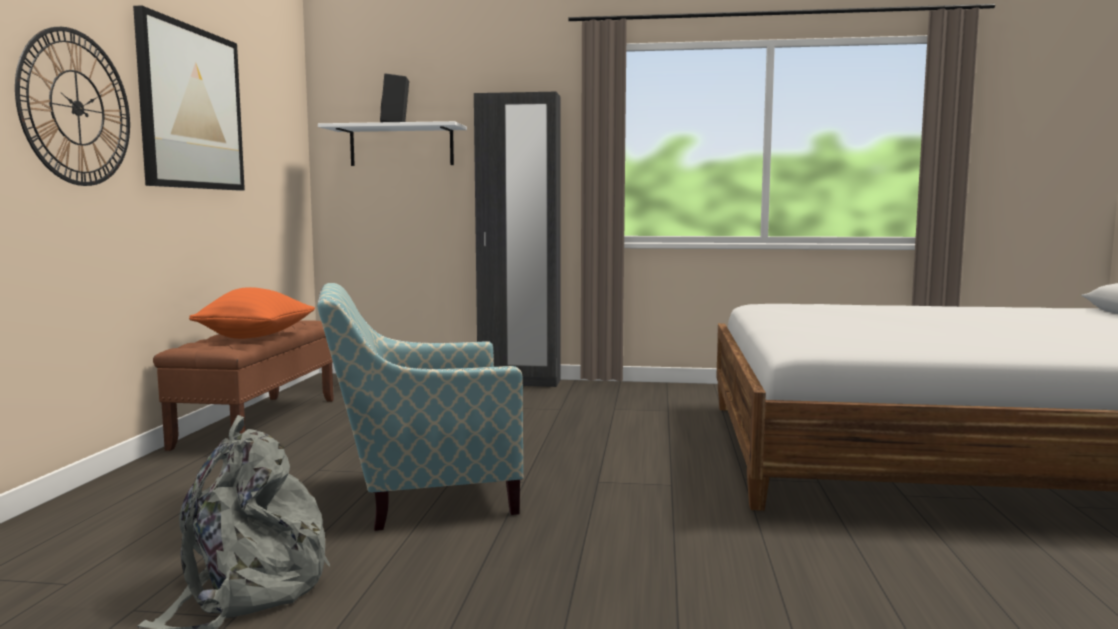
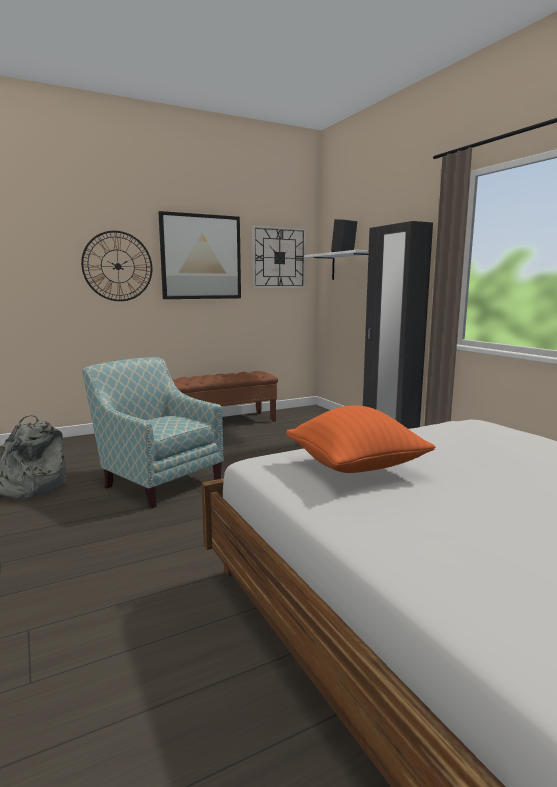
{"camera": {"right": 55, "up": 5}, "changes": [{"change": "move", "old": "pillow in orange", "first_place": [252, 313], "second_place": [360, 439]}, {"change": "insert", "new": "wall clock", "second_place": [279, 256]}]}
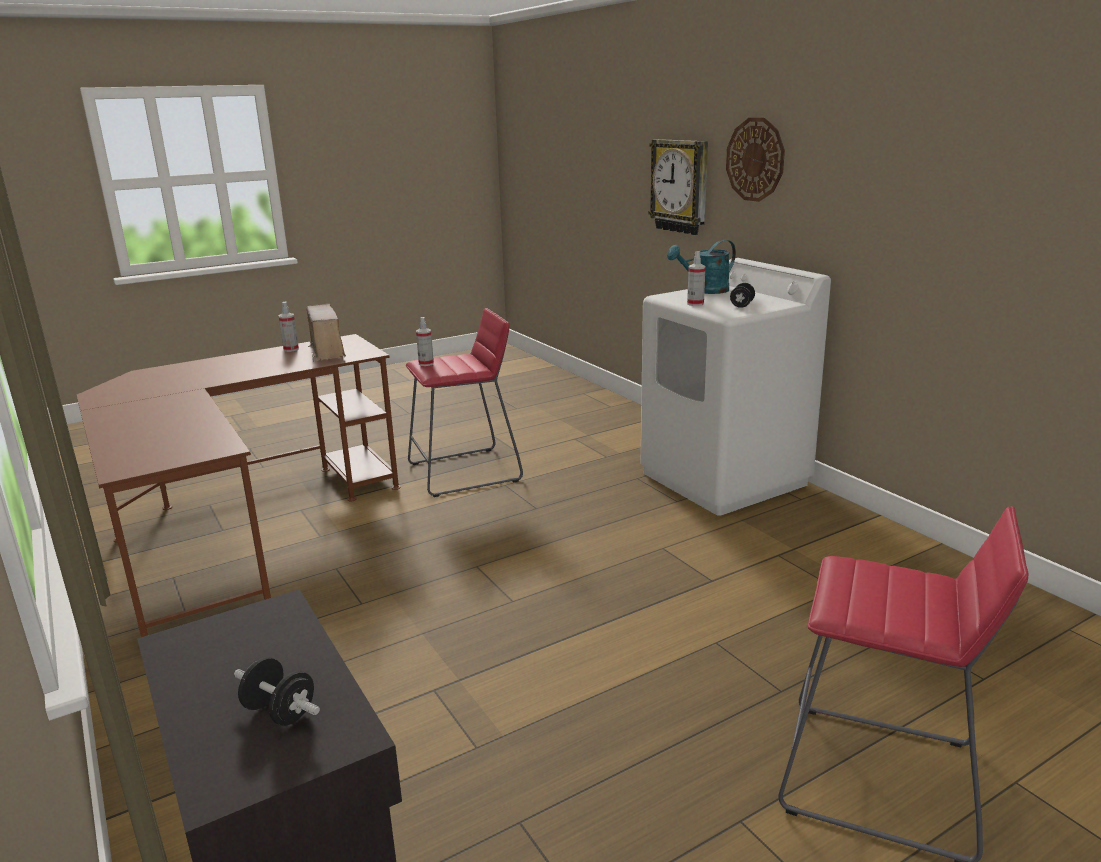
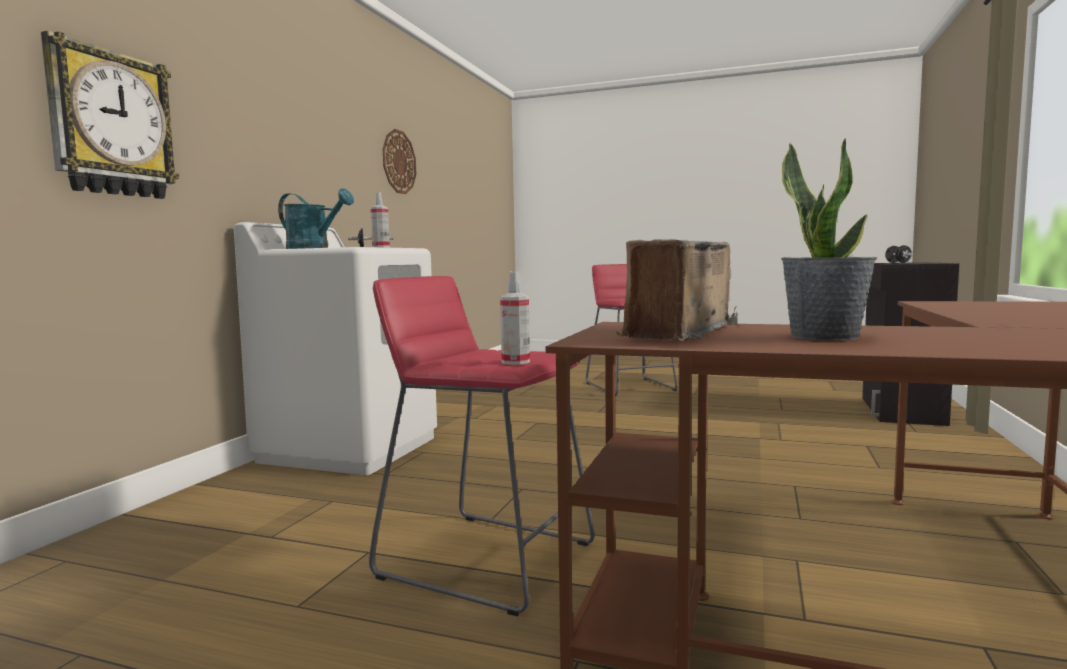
{"camera": {"right": -130, "up": -15}, "changes": [{"change": "delete", "old": "spray bottle", "first_place": [288, 326]}, {"change": "move", "old": "wall clock", "first_place": [755, 160], "second_place": [399, 161]}, {"change": "insert", "new": "potted plant", "second_place": [829, 239]}]}
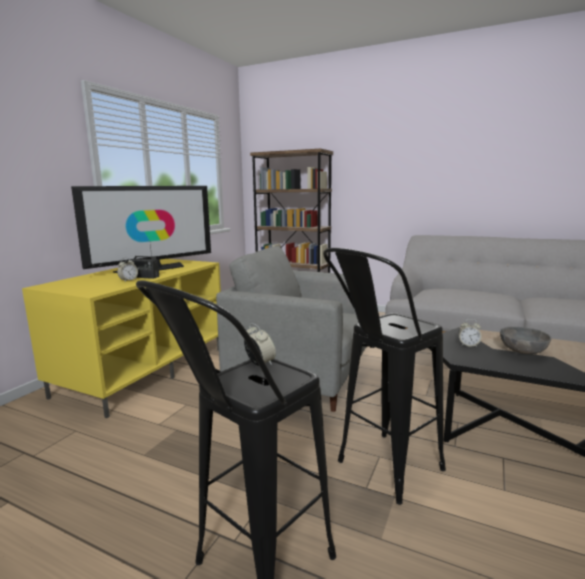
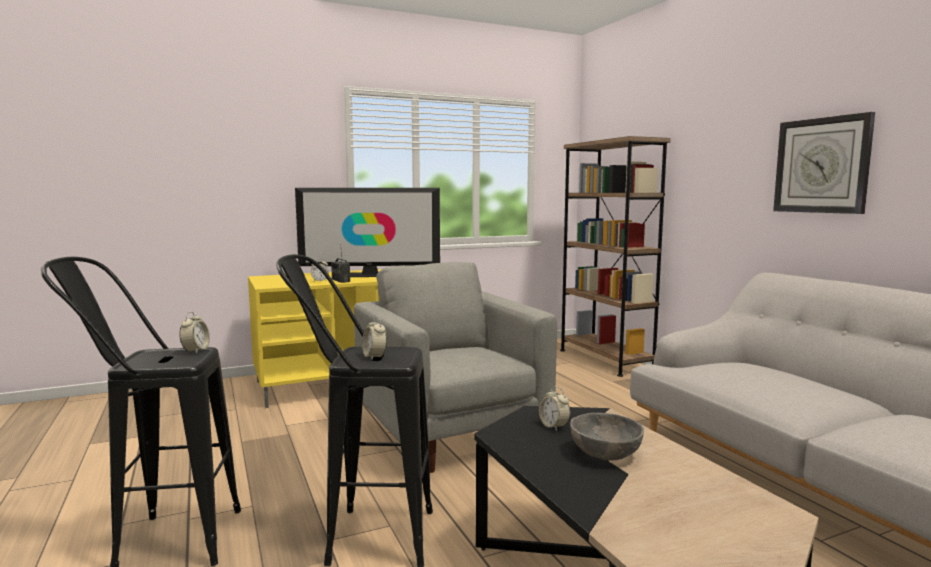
{"camera": {"right": 40, "up": -5}, "changes": [{"change": "insert", "new": "alarm clock", "second_place": [374, 338]}, {"change": "insert", "new": "wall clock", "second_place": [824, 163]}]}
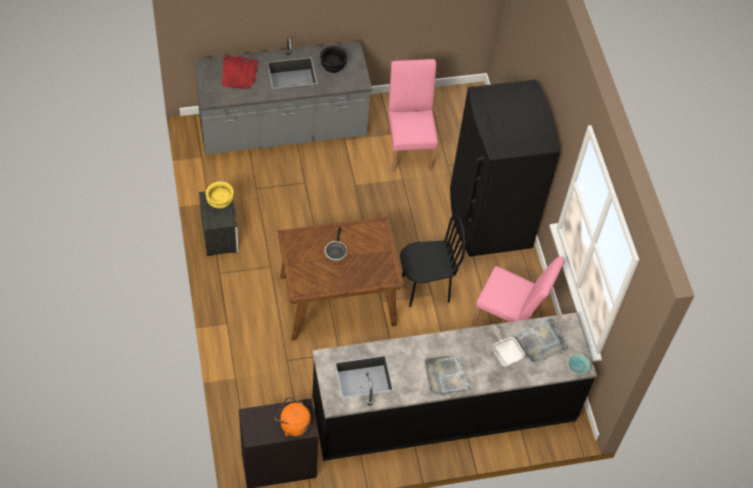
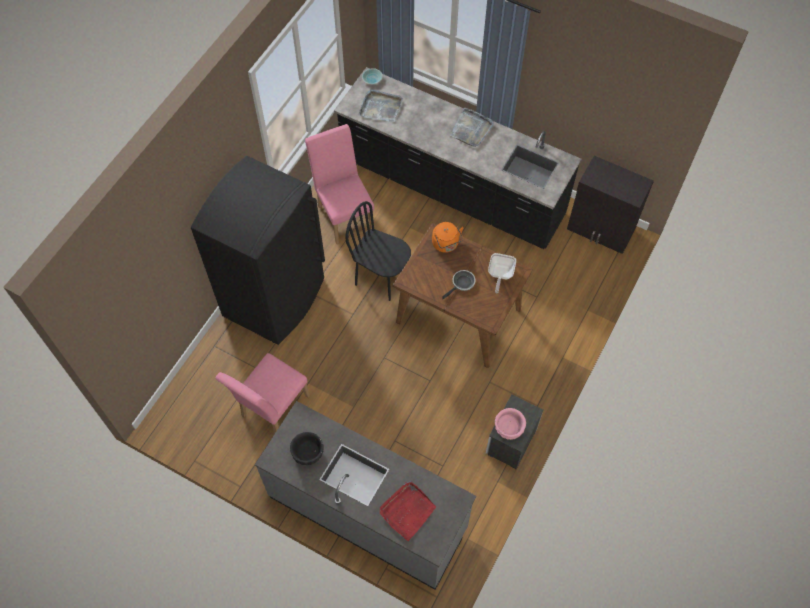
{"camera": {"right": -135, "up": 5}, "changes": [{"change": "recolor", "old": "bowl in yellow", "new": "bowl in pink", "first_place": [220, 195], "second_place": [510, 424]}, {"change": "move", "old": "kettle in orange", "first_place": [293, 416], "second_place": [448, 237]}, {"change": "move", "old": "frying pan", "first_place": [508, 346], "second_place": [502, 273]}]}
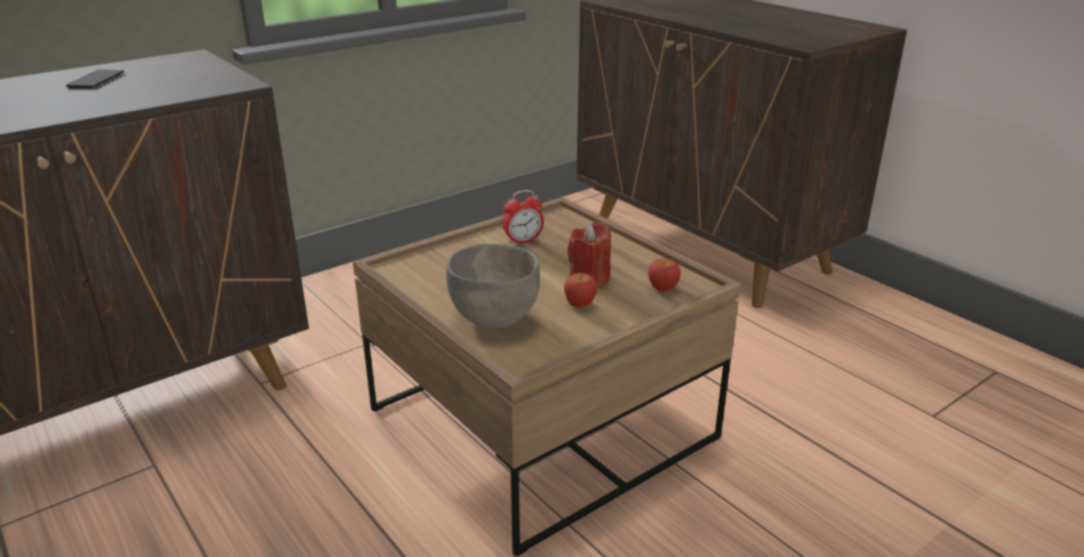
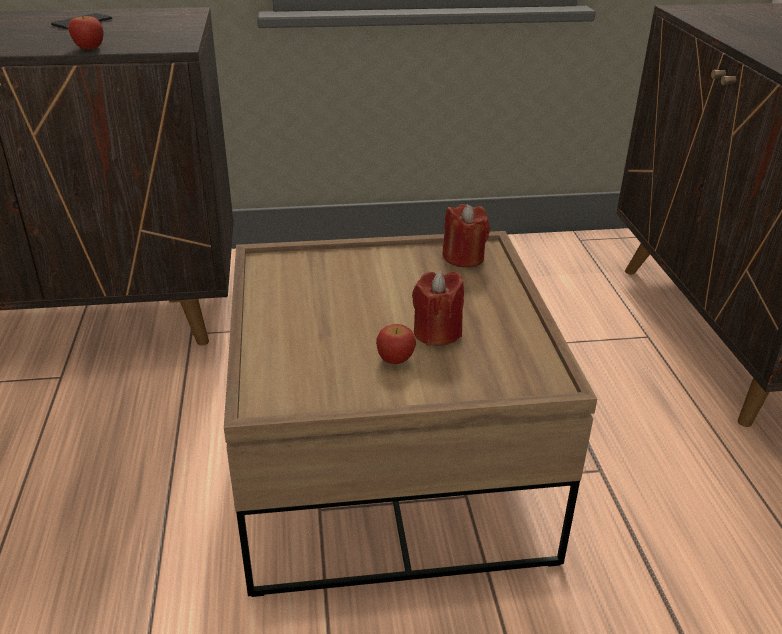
{"camera": {"right": 30, "up": 5}, "changes": [{"change": "delete", "old": "bowl in grey", "first_place": [493, 286]}, {"change": "delete", "old": "alarm clock", "first_place": [523, 217]}, {"change": "move", "old": "apple", "first_place": [664, 275], "second_place": [85, 32]}, {"change": "insert", "new": "candle in red", "second_place": [466, 236]}]}
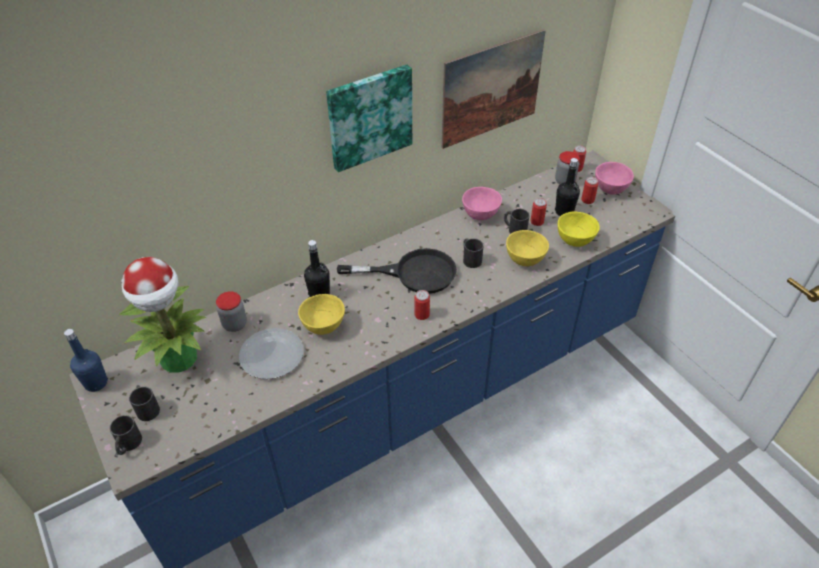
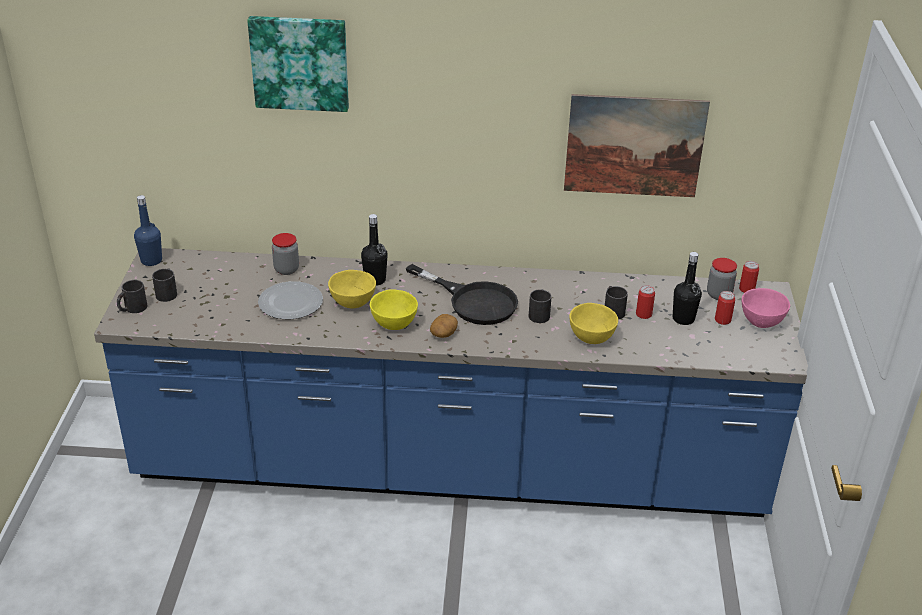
{"camera": {"right": 35, "up": -10}, "changes": [{"change": "delete", "old": "potted plant", "first_place": [162, 315]}, {"change": "move", "old": "picture", "first_place": [369, 118], "second_place": [298, 64]}, {"change": "replace", "old": "can", "new": "potato", "first_place": [422, 305], "second_place": [444, 326]}, {"change": "delete", "old": "bowl in pink", "first_place": [482, 203]}, {"change": "move", "old": "bowl in yellow", "first_place": [579, 229], "second_place": [394, 309]}]}
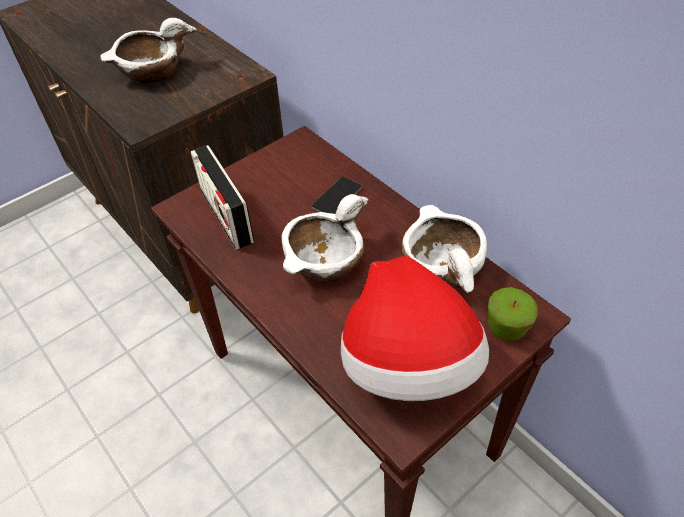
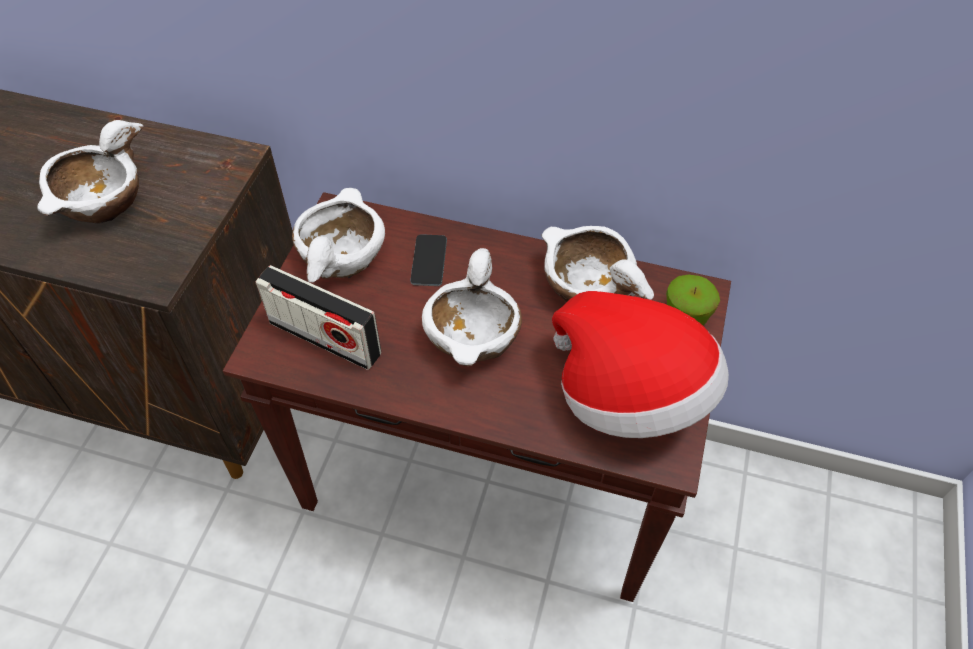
{"camera": {"right": -35, "up": 5}, "changes": [{"change": "insert", "new": "bowl in white", "second_place": [338, 235]}]}
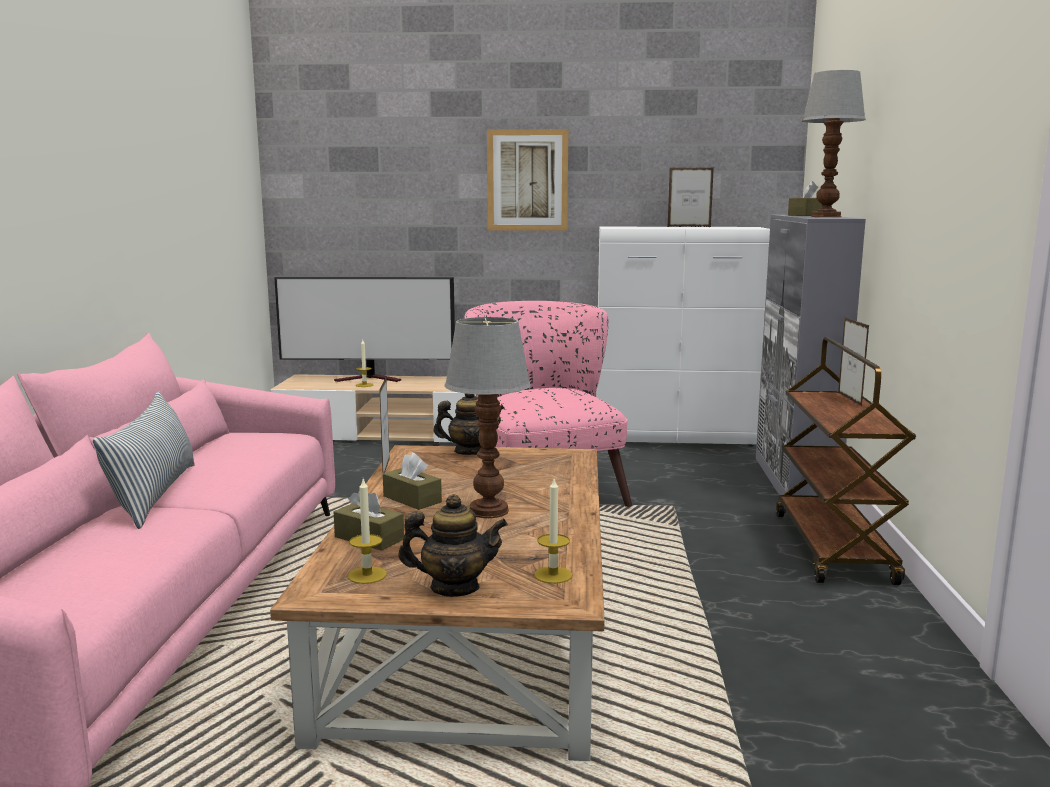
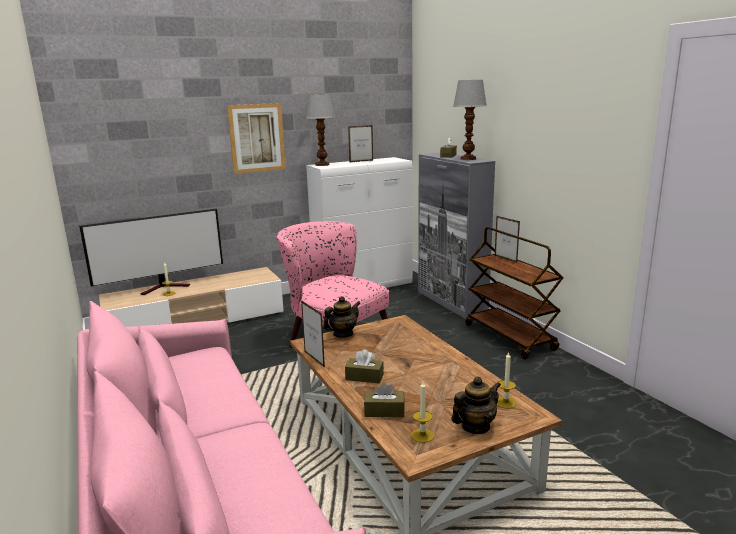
{"camera": {"right": -30, "up": 5}, "changes": [{"change": "delete", "old": "pillow", "first_place": [144, 460]}, {"change": "move", "old": "table lamp", "first_place": [488, 417], "second_place": [320, 130]}]}
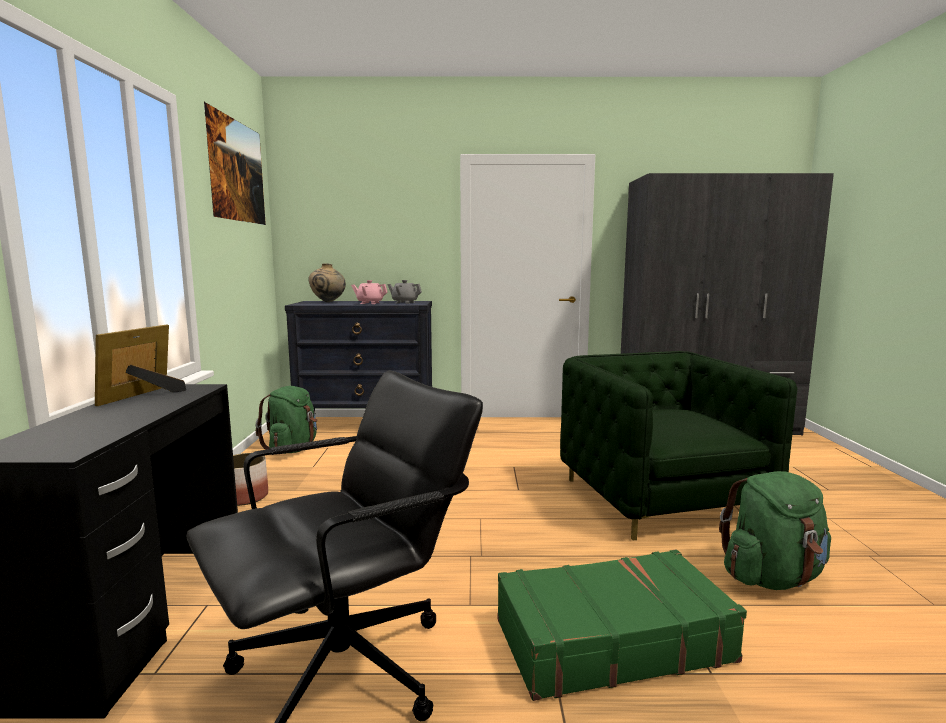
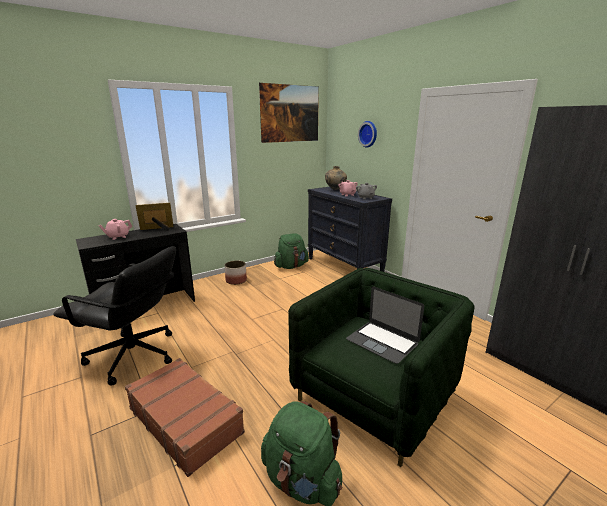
{"camera": {"right": 55, "up": 10}, "changes": [{"change": "recolor", "old": "suitcase in green", "new": "suitcase in brown", "first_place": [622, 625], "second_place": [185, 417]}, {"change": "insert", "new": "teapot in pink", "second_place": [115, 229]}, {"change": "insert", "new": "laptop", "second_place": [385, 325]}, {"change": "insert", "new": "wall clock", "second_place": [367, 134]}]}
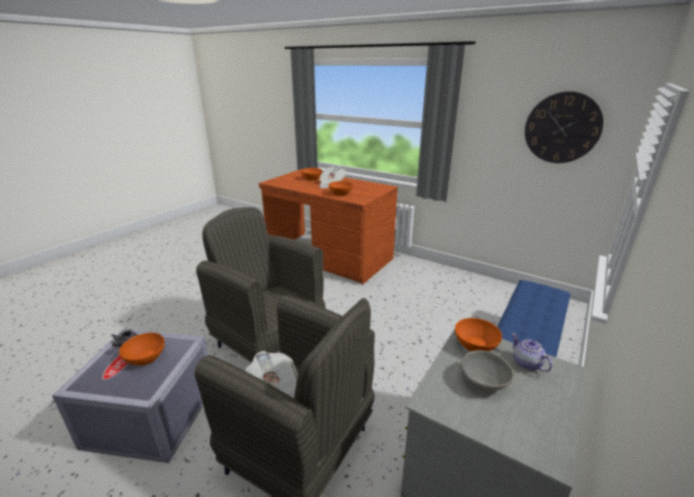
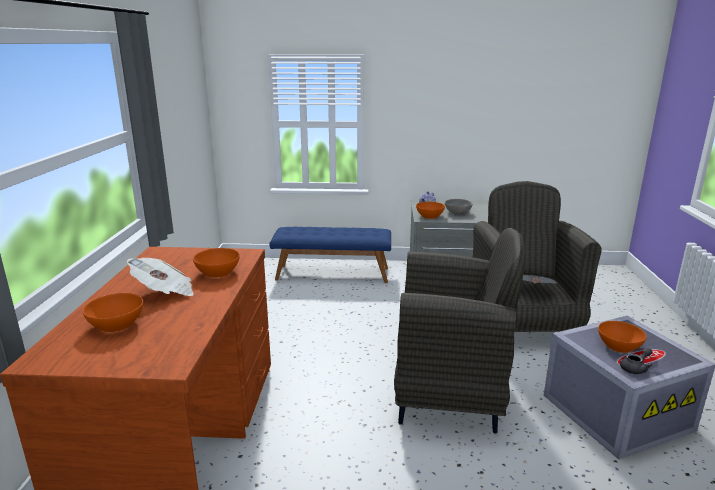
{"camera": {"right": -120, "up": -5}, "changes": [{"change": "rotate", "old": "armchair in grey", "first_place": [261, 285], "second_place": [460, 331], "degrees": -90}, {"change": "delete", "old": "wall clock", "first_place": [564, 127]}]}
